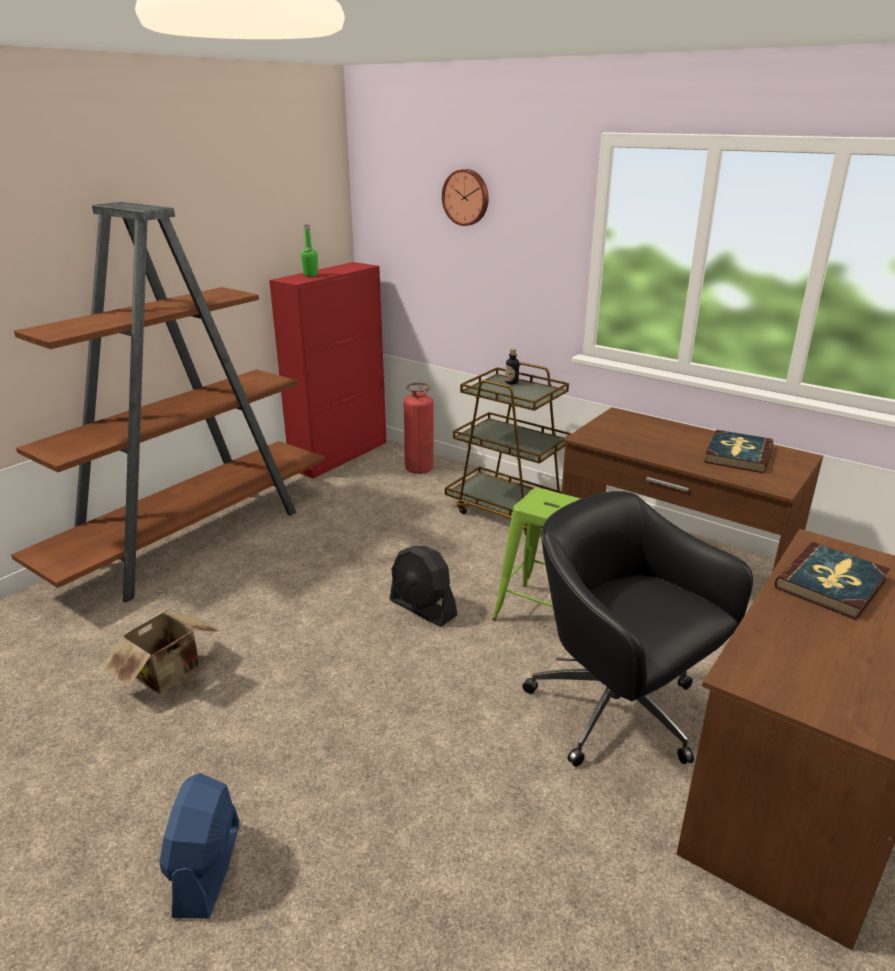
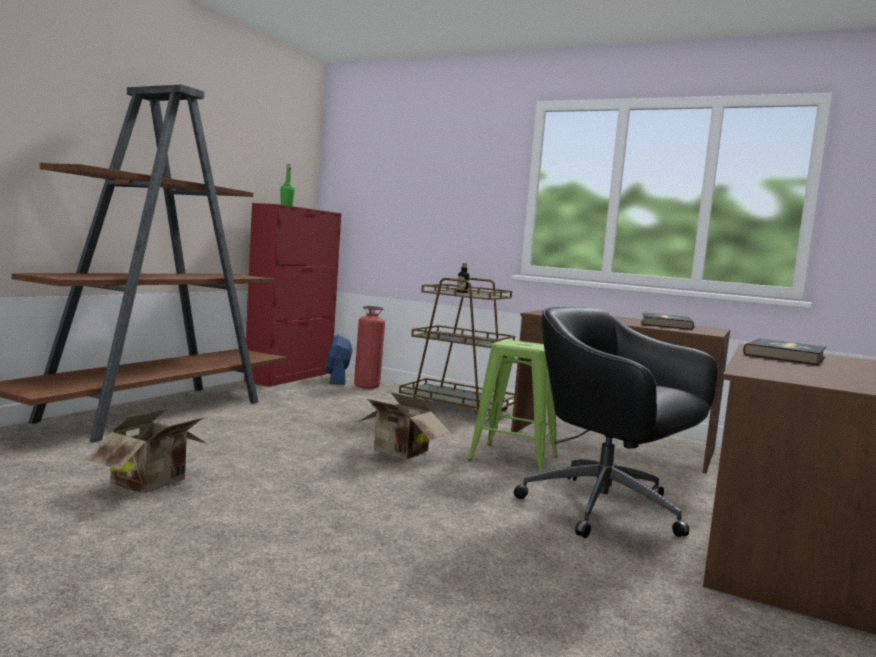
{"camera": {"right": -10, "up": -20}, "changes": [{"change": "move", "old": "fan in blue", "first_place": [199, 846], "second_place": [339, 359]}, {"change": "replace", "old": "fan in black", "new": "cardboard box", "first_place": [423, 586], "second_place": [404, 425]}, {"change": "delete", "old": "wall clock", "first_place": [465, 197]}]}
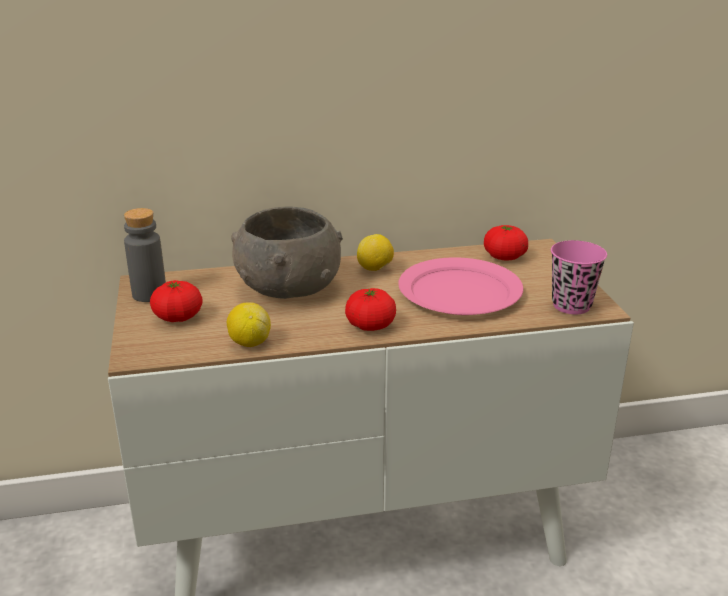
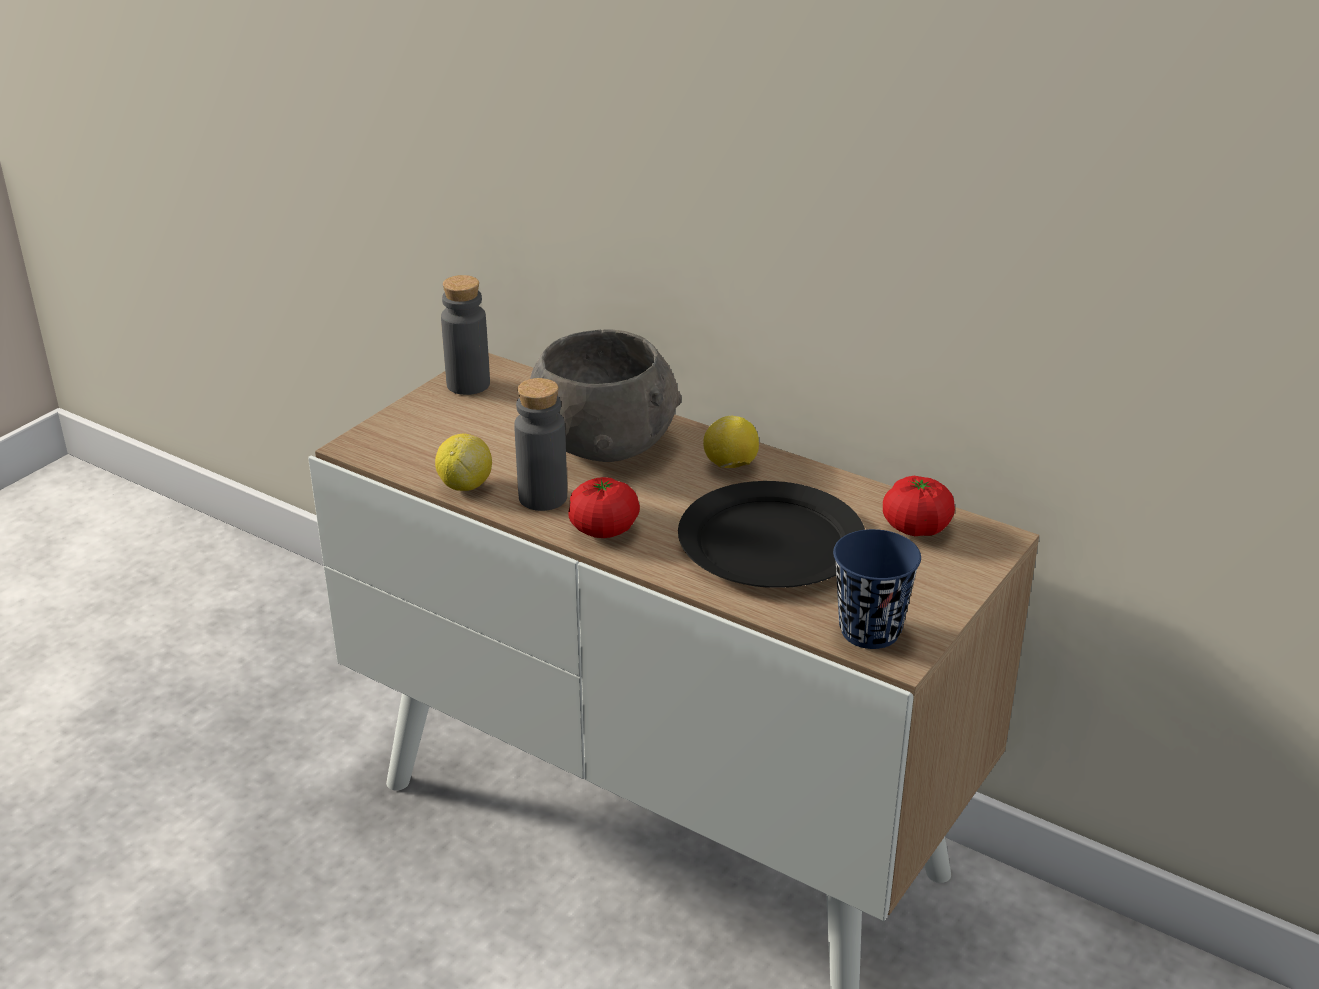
{"camera": {"right": 45, "up": 5}, "changes": [{"change": "delete", "old": "tomato", "first_place": [176, 301]}, {"change": "recolor", "old": "plate in pink", "new": "plate in black", "first_place": [460, 286], "second_place": [771, 534]}, {"change": "recolor", "old": "cup in pink", "new": "cup in blue", "first_place": [579, 277], "second_place": [877, 589]}, {"change": "insert", "new": "bottle in grey", "second_place": [540, 444]}]}
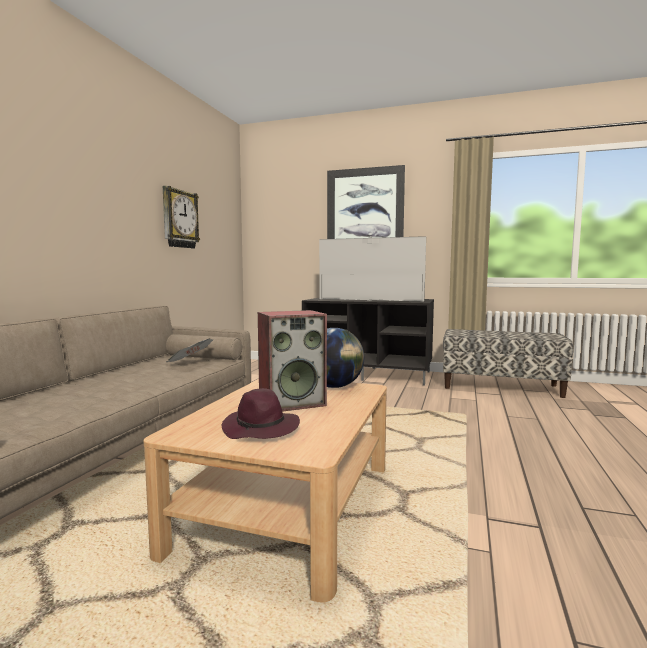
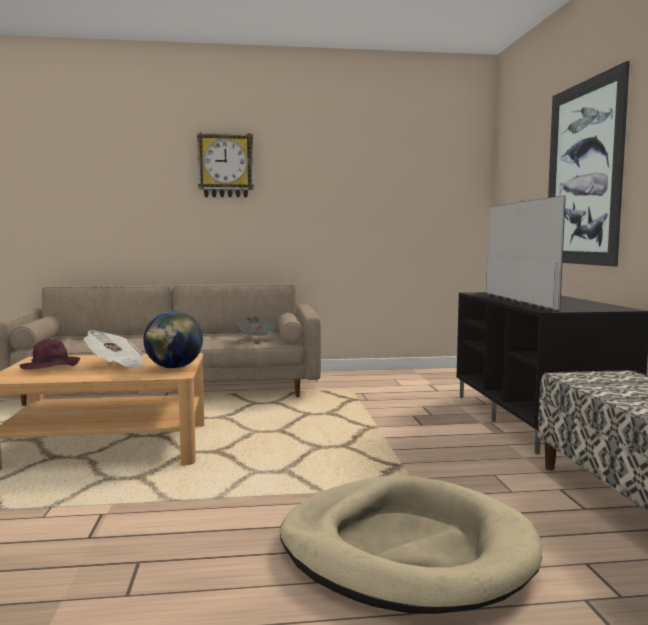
{"camera": {"right": 65, "up": 0}, "changes": [{"change": "move", "old": "wall clock", "first_place": [181, 217], "second_place": [225, 164]}, {"change": "replace", "old": "speaker", "new": "newspaper", "first_place": [292, 361], "second_place": [115, 349]}, {"change": "insert", "new": "dog bed in beige", "second_place": [411, 545]}]}
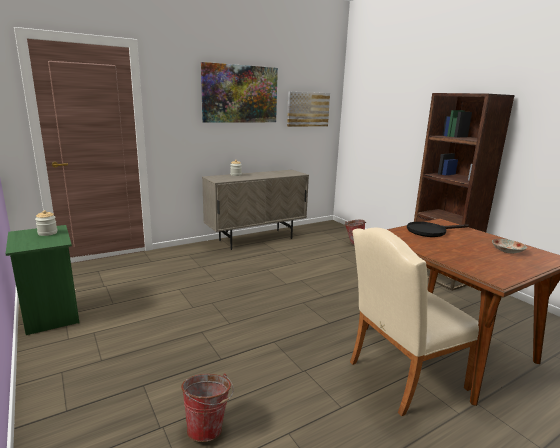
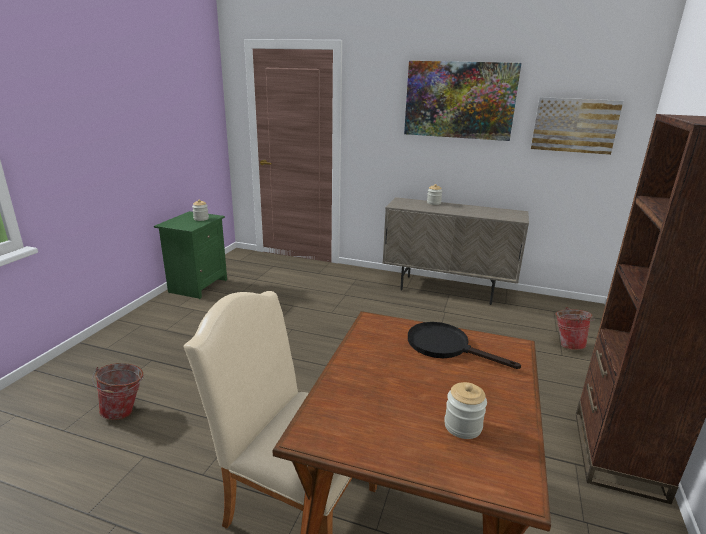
{"camera": {"right": 50, "up": 5}, "changes": [{"change": "replace", "old": "plate", "new": "jar", "first_place": [509, 246], "second_place": [465, 410]}]}
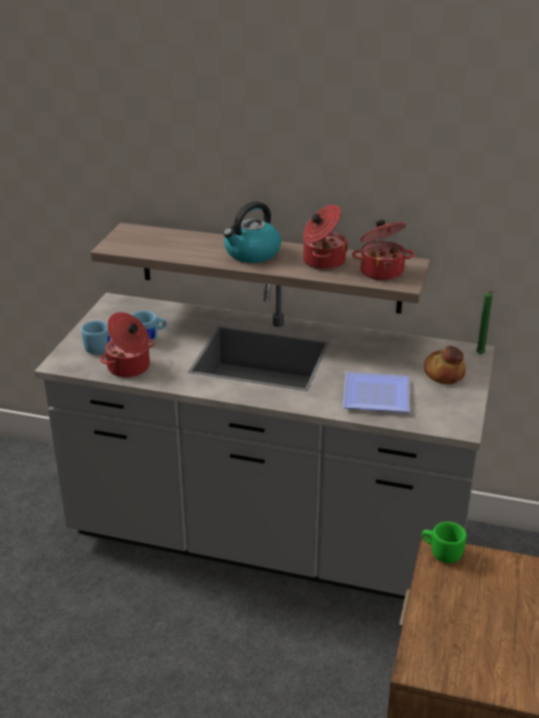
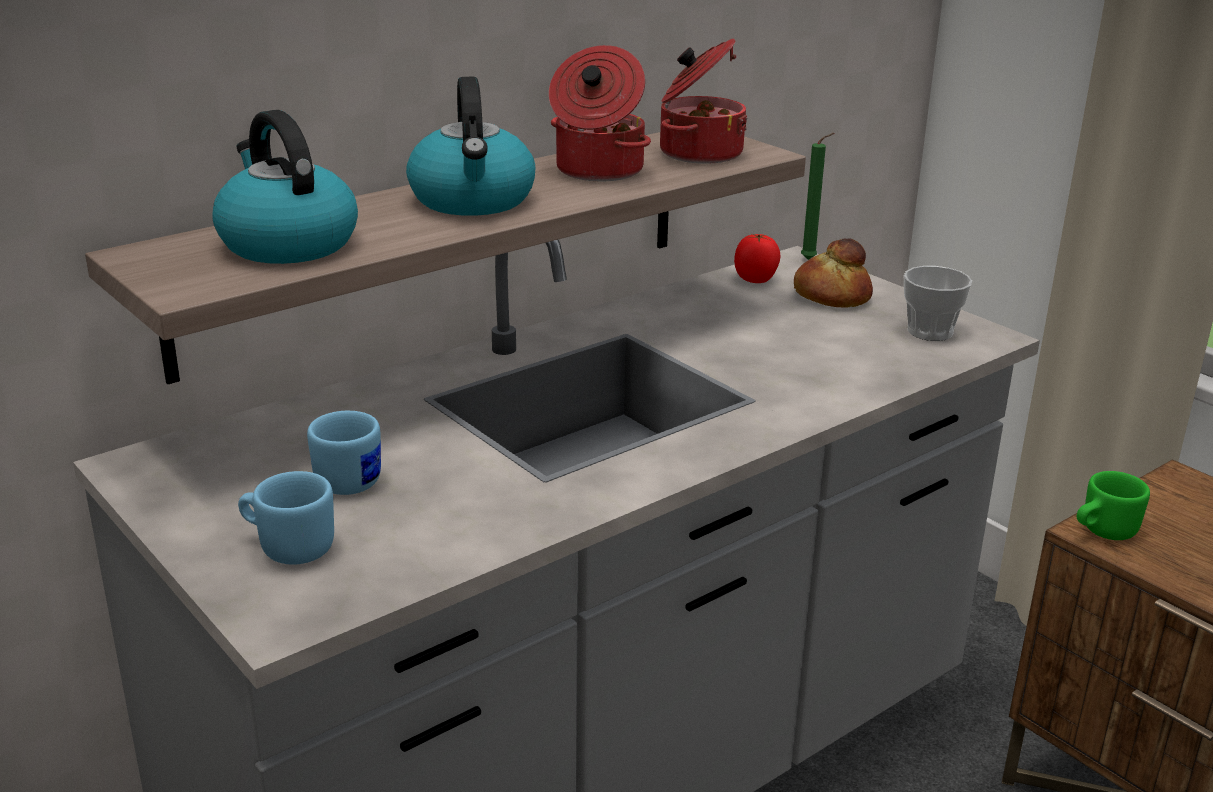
{"camera": {"right": -55, "up": -5}, "changes": [{"change": "delete", "old": "cooking pot", "first_place": [127, 344]}, {"change": "delete", "old": "plate", "first_place": [376, 392]}, {"change": "insert", "new": "kettle", "second_place": [285, 187]}, {"change": "insert", "new": "tomato", "second_place": [757, 258]}, {"change": "insert", "new": "cup", "second_place": [938, 303]}]}
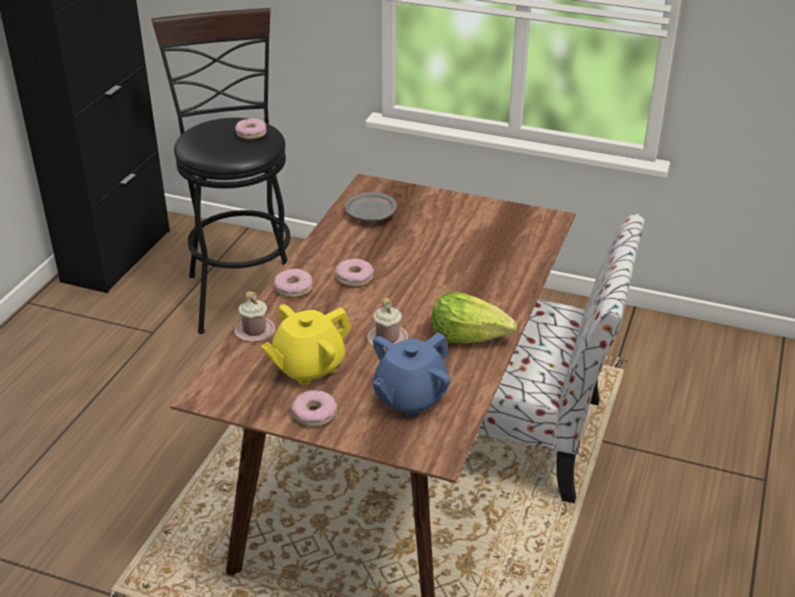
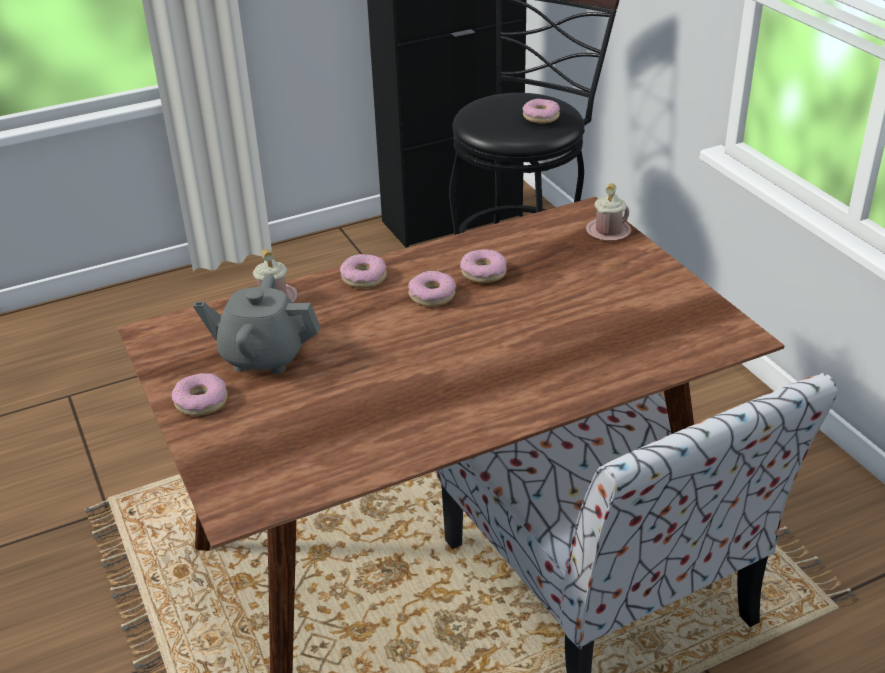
{"camera": {"right": 45, "up": 0}, "changes": [{"change": "recolor", "old": "teapot in yellow", "new": "teapot in grey", "first_place": [306, 344], "second_place": [256, 324]}, {"change": "delete", "old": "plate in grey", "first_place": [371, 207]}, {"change": "move", "old": "mug in pink", "first_place": [388, 324], "second_place": [608, 212]}, {"change": "delete", "old": "teapot in blue", "first_place": [411, 375]}, {"change": "delete", "old": "lettuce", "first_place": [474, 317]}, {"change": "insert", "new": "donut", "second_place": [483, 266]}]}
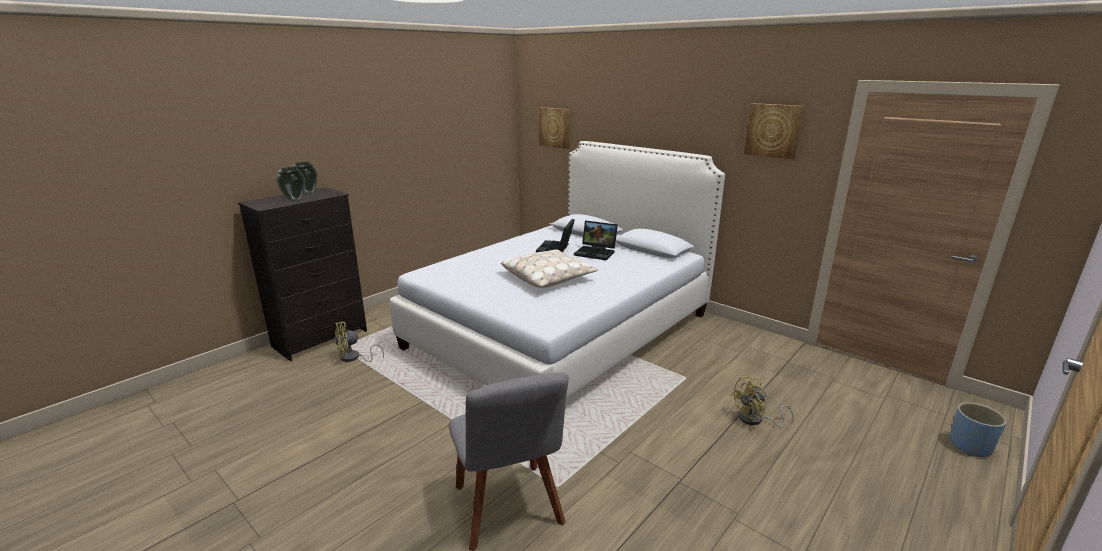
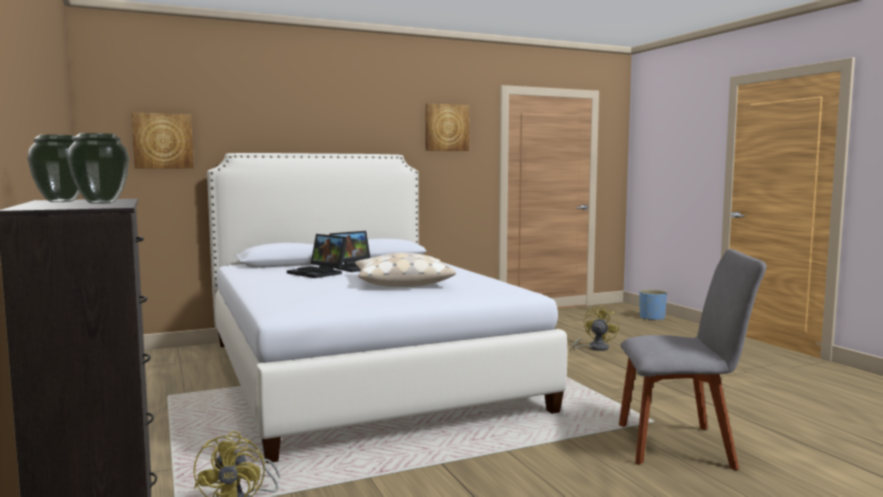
{"camera": {"right": -65, "up": -15}, "changes": [{"change": "rotate", "old": "fan in yellow", "first_place": [762, 401], "second_place": [594, 329], "degrees": -150}]}
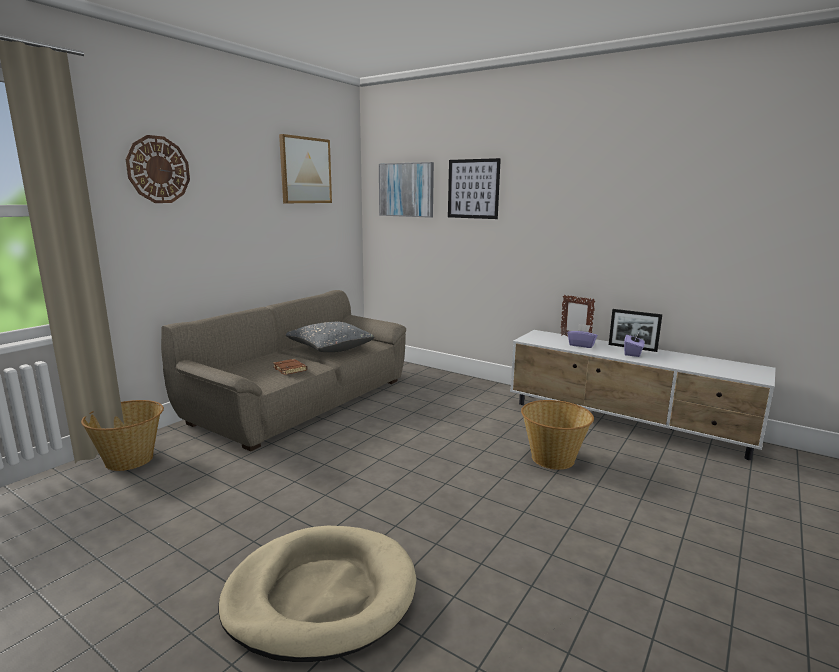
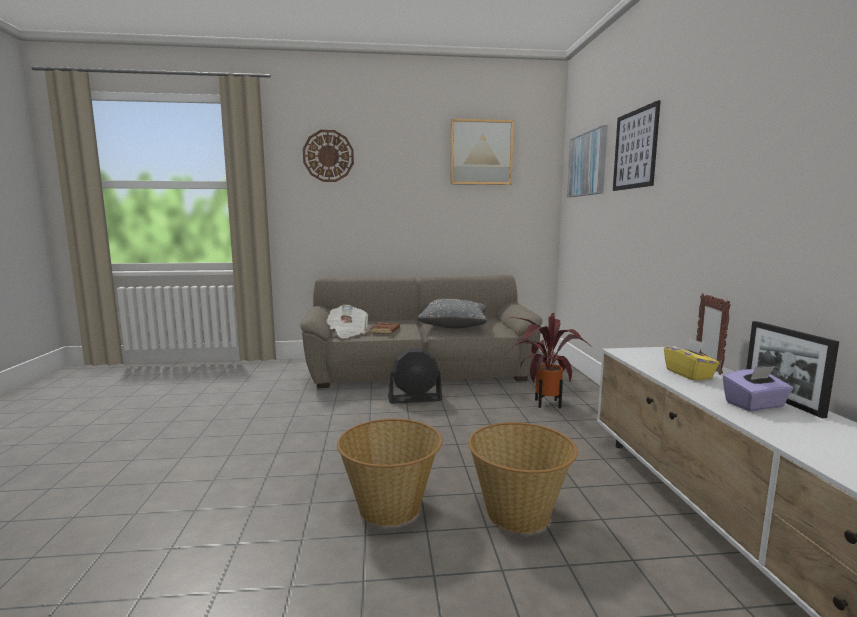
{"camera": {"right": 50, "up": -5}, "changes": [{"change": "move", "old": "basket", "first_place": [122, 435], "second_place": [389, 472]}, {"change": "delete", "old": "dog bed in beige", "first_place": [317, 594]}, {"change": "recolor", "old": "tissue box in purple", "new": "tissue box in yellow", "first_place": [583, 336], "second_place": [692, 359]}, {"change": "insert", "new": "newspaper", "second_place": [347, 321]}, {"change": "insert", "new": "fan in black", "second_place": [415, 376]}, {"change": "insert", "new": "potted plant", "second_place": [548, 360]}]}
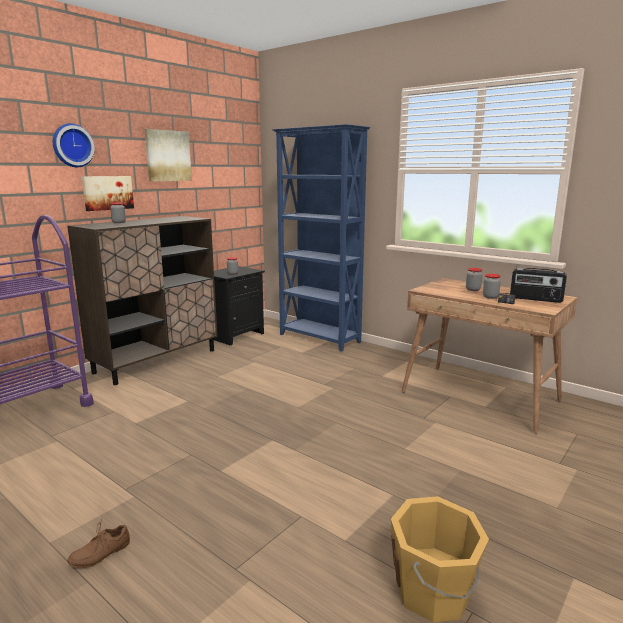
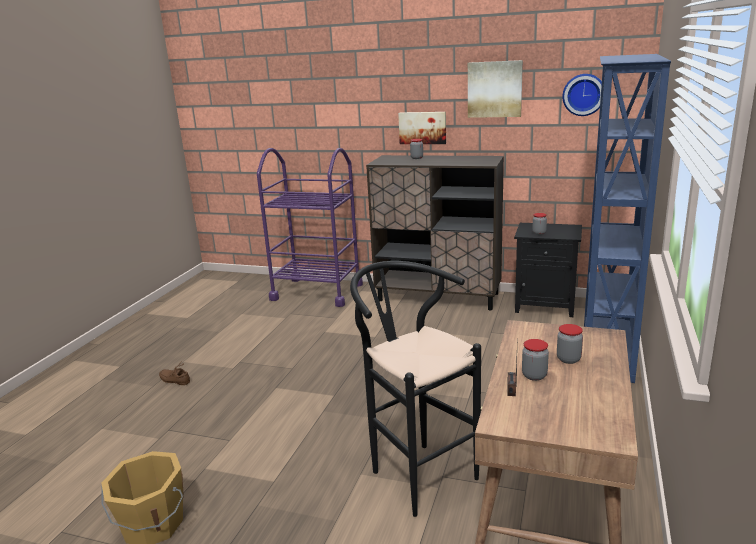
{"camera": {"right": 70, "up": 5}, "changes": [{"change": "move", "old": "wall clock", "first_place": [74, 145], "second_place": [582, 95]}, {"change": "delete", "old": "radio", "first_place": [538, 285]}, {"change": "insert", "new": "stool in black", "second_place": [415, 389]}]}
